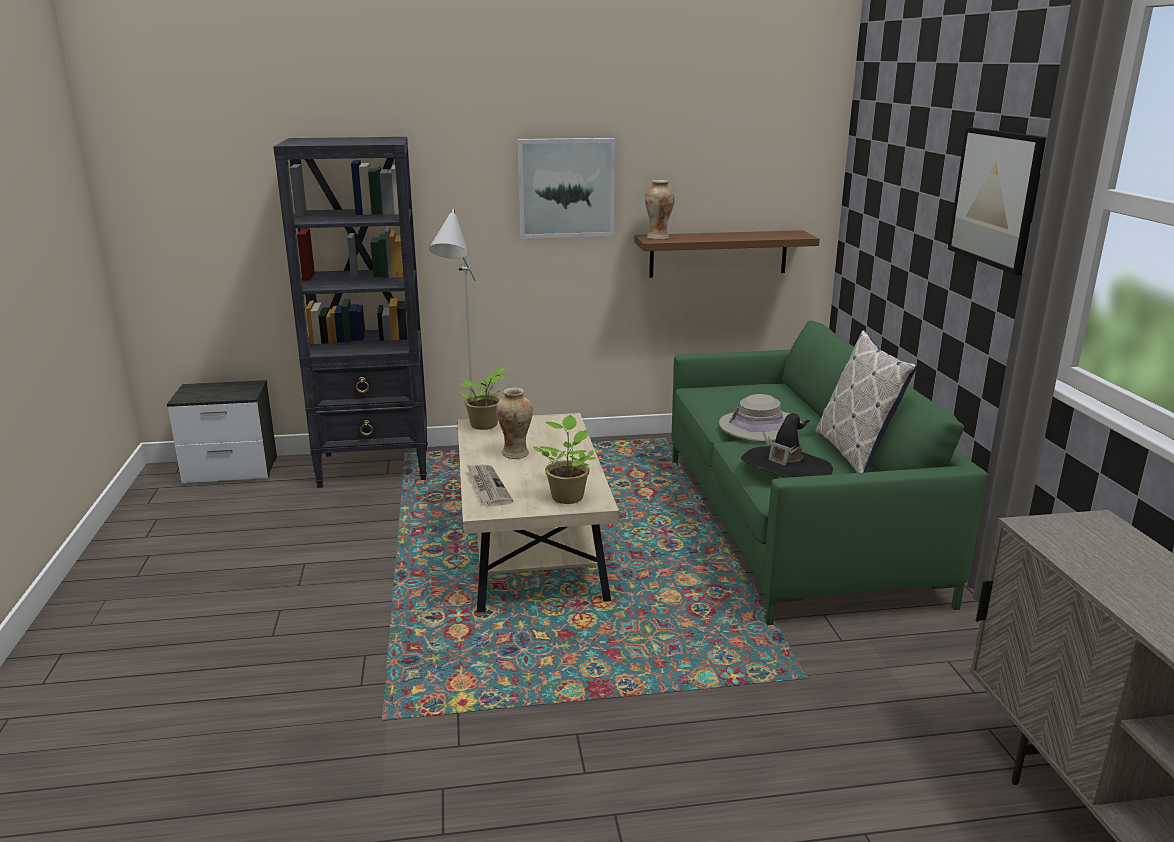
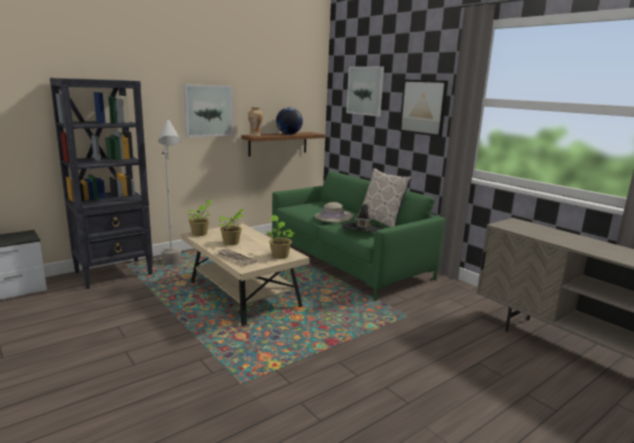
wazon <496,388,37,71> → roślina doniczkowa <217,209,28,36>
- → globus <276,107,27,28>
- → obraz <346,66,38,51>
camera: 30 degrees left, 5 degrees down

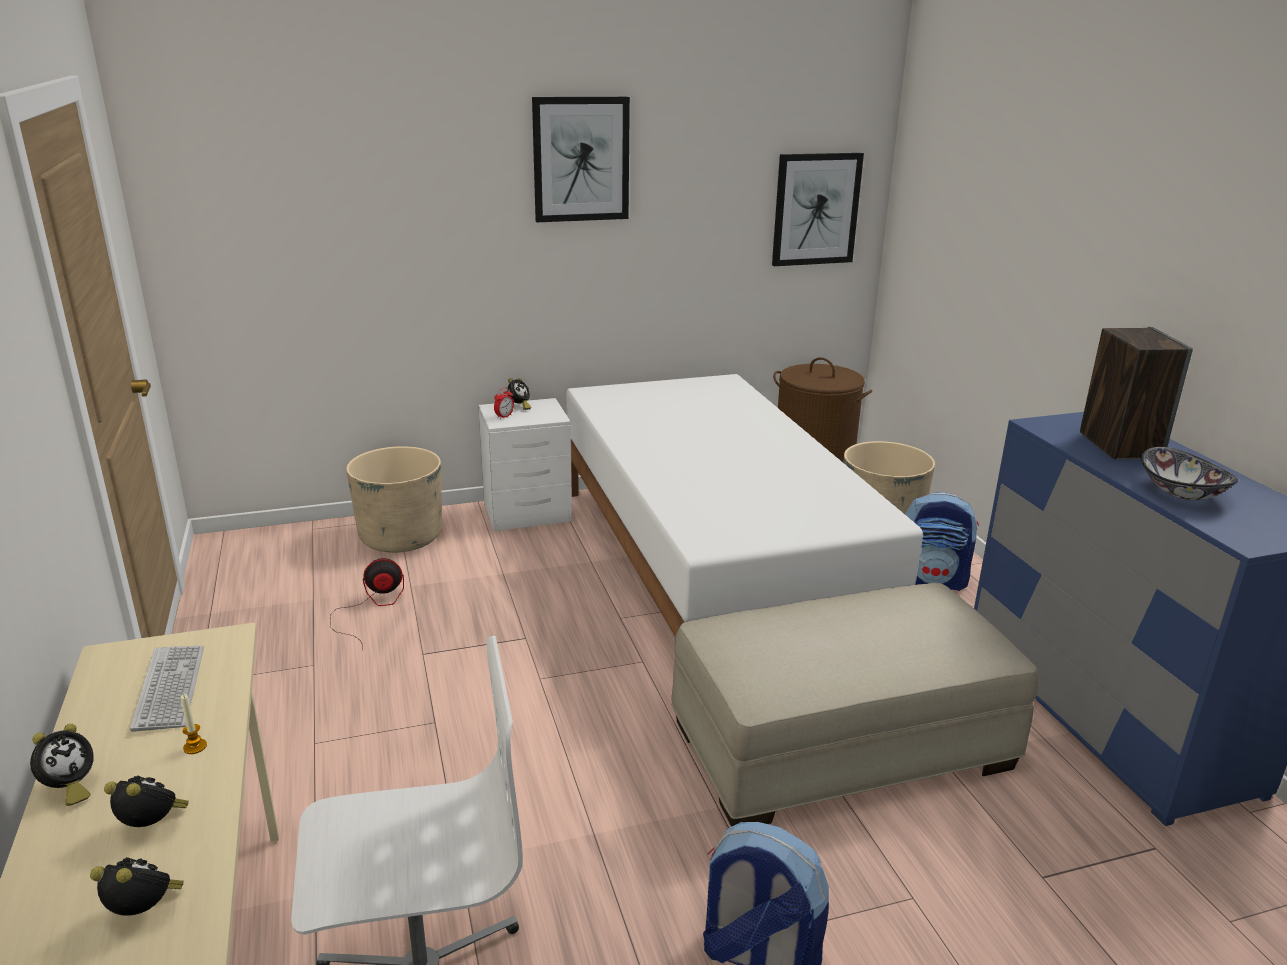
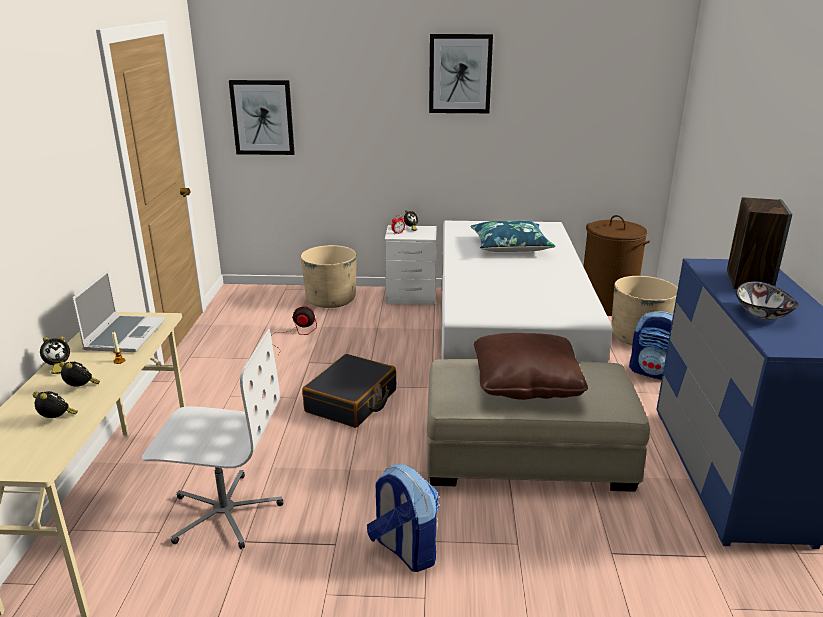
klawiatura <130,646,74,86> → laptop <72,270,93,82>
obraz <772,153,92,113> → obraz <229,80,66,75>, relocated
- → walizka (czarny) <302,354,94,74>
- → poduszka (niebieski) <470,221,85,31>
- → poduszka (brązowy) <474,333,114,67>
camera: 20 degrees right, 0 degrees up

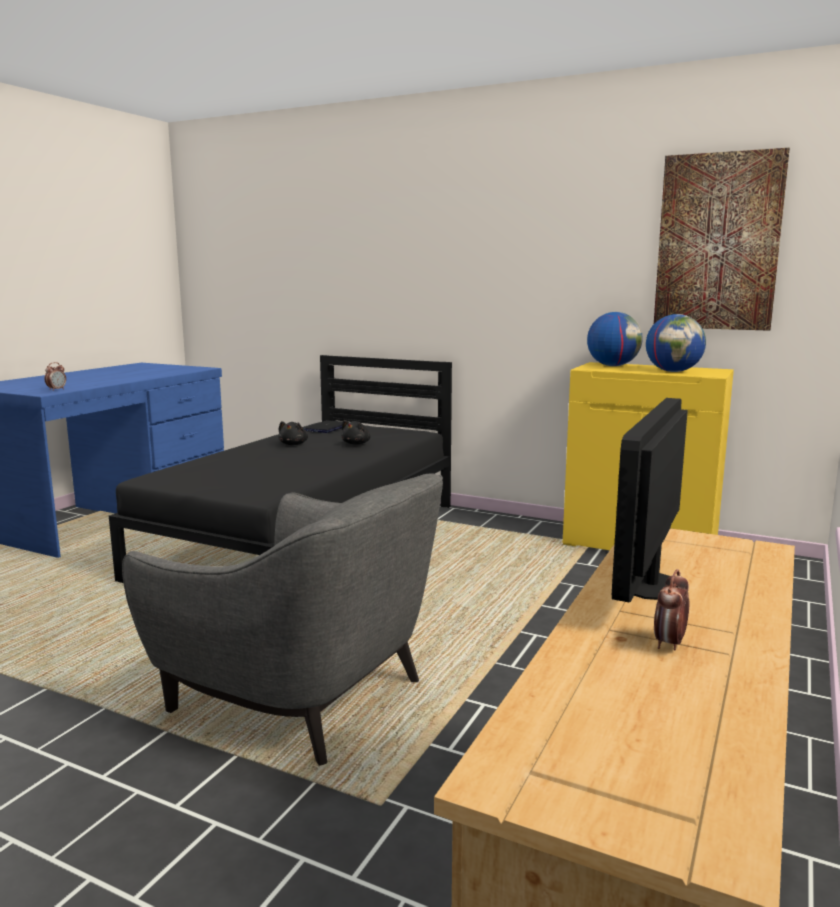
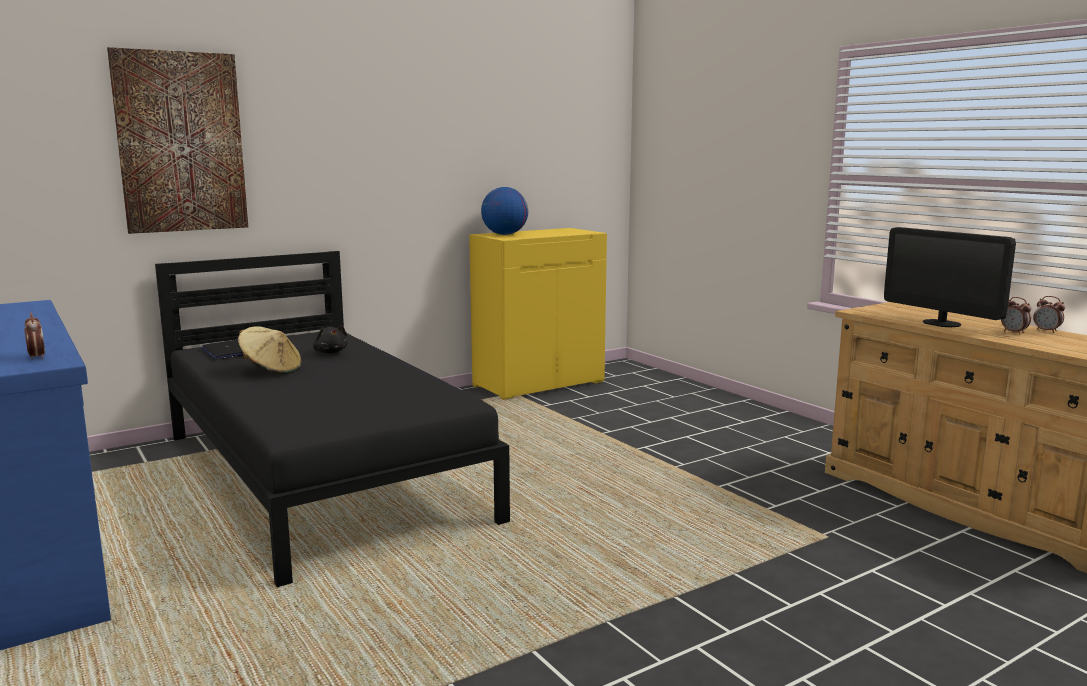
obraz <654,148,136,183> → obraz <107,47,141,187>, relocated
pluszak (czarny) <278,421,30,24> → kapelusz (beżowy) <238,326,63,48>
- → budzik <1033,296,32,37>
fotel (szary) <122,473,321,292> → -
globus <646,314,60,58> → -
camera: 60 degrees left, 0 degrees up

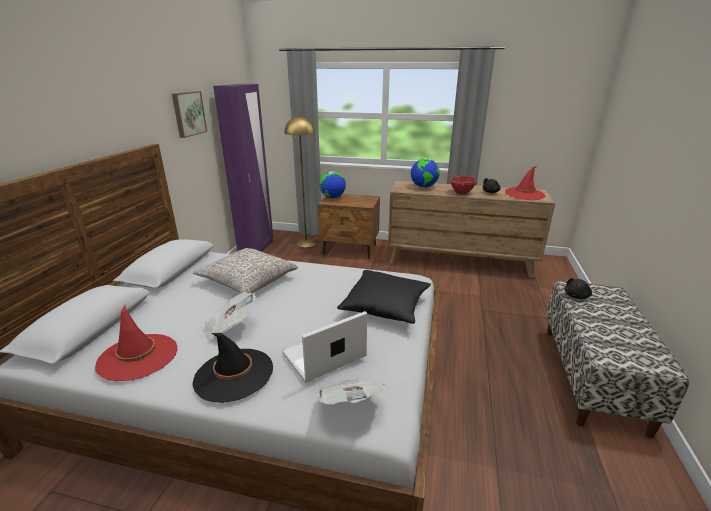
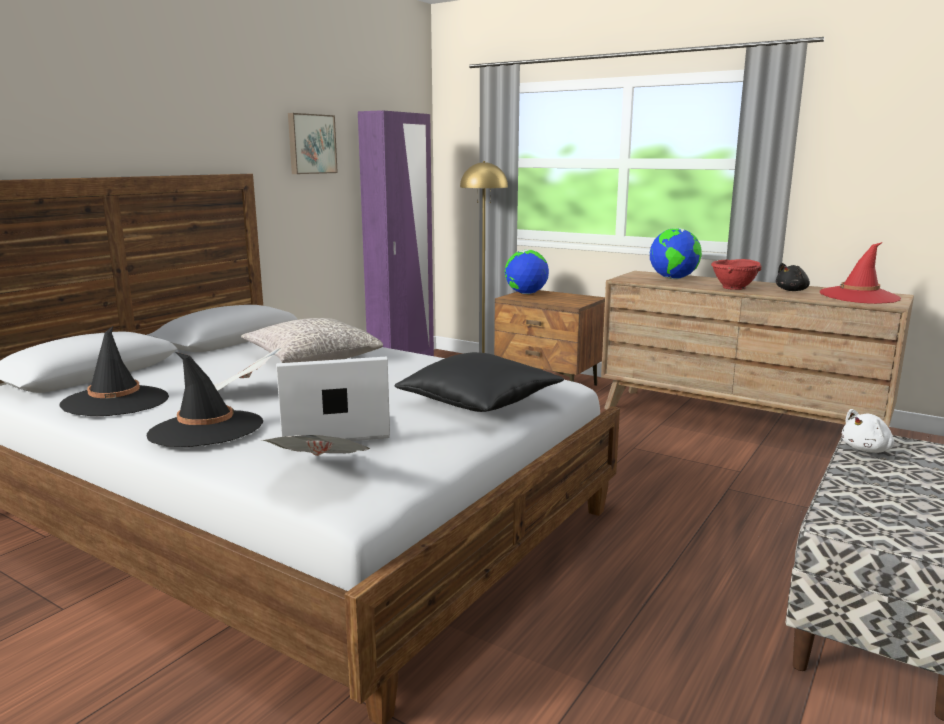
kapelusz (czerwony) <95,305,82,76> → kapelusz (czarny) <59,326,110,90>
pluszak (czarny) <565,278,27,21> → pluszak (biały) <841,409,53,44>
camera: 20 degrees right, 10 degrees down

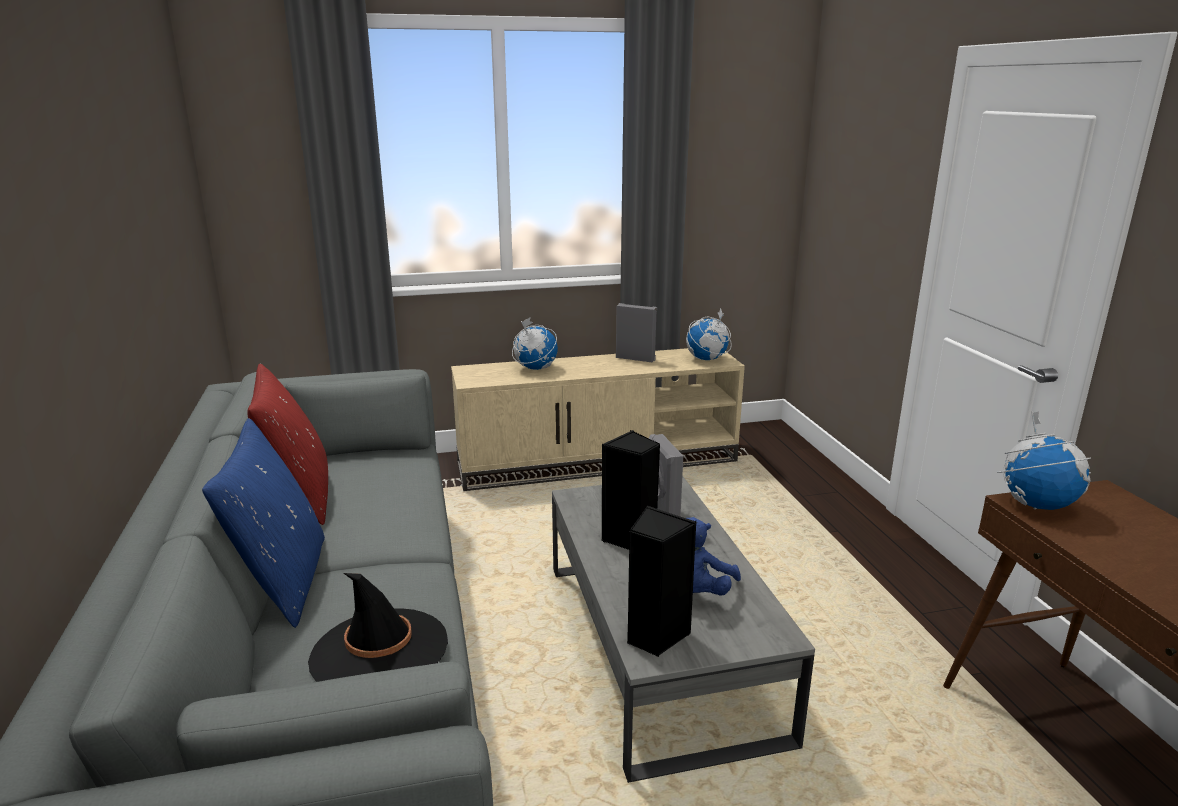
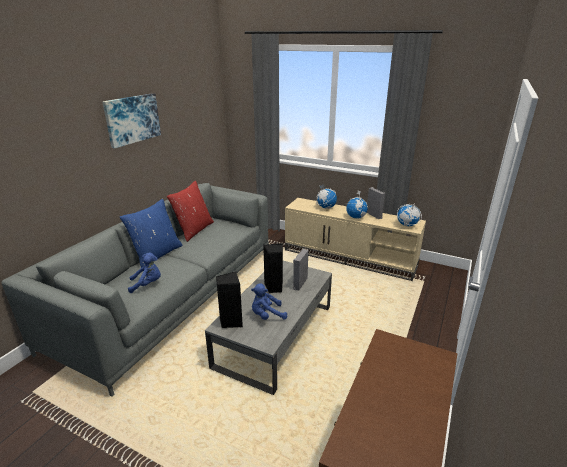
- → obraz <102,93,59,55>
kapelusz (czarny) <308,573,140,109> → pluszak (niebieski) <128,253,33,40>
globus <997,411,94,99> → globus <346,190,23,29>, relocated
camera: 40 degrees right, 5 degrees up

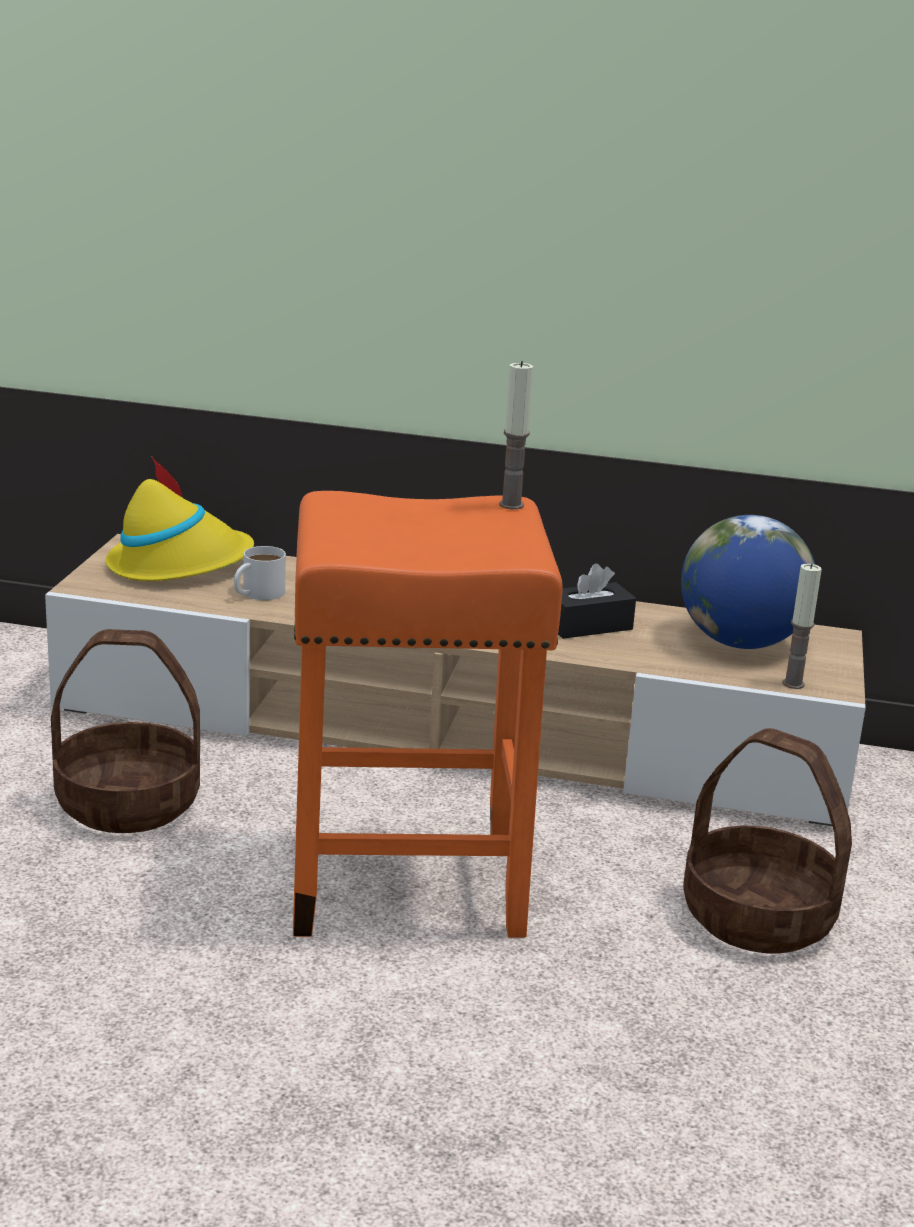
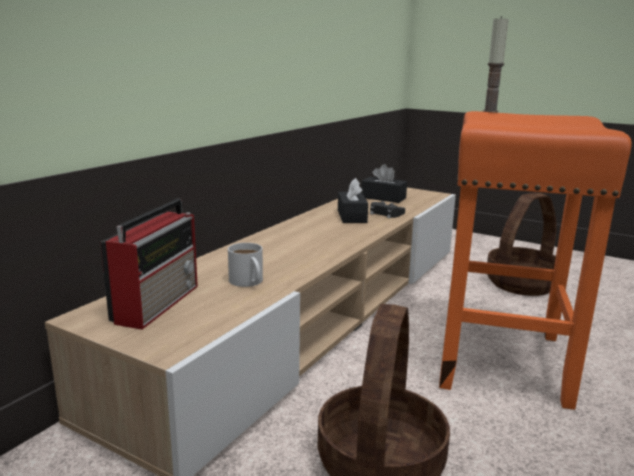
kapelusz (żółty) <106,456,148,125> → radio <100,199,98,131>
globus <681,515,134,134> → pudełko chusteczek (czarny) <361,164,46,39>
- → pad do gier (czarny) <370,201,35,17>
świeca <782,564,40,125> → -
camera: 70 degrees left, 5 degrees down

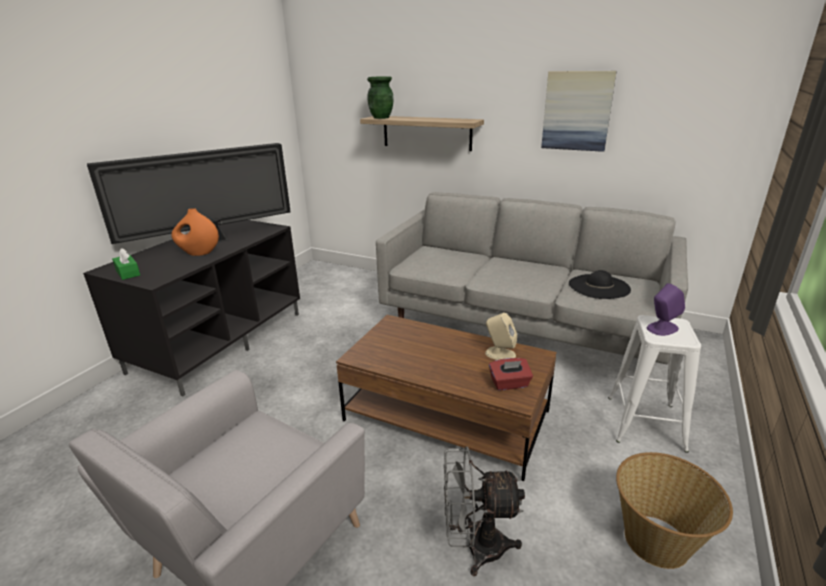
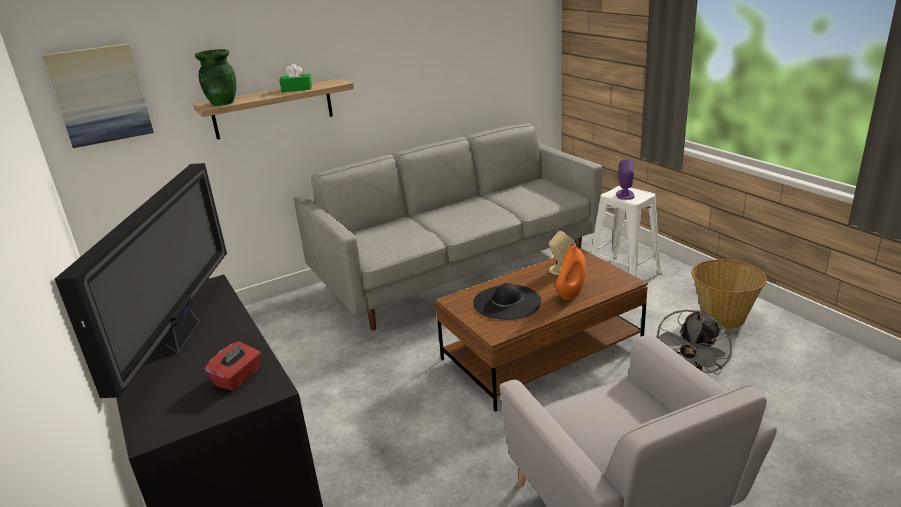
obraz <541,71,75,81> → obraz <42,43,112,105>, relocated
pudełko chusteczek (czerwony) <489,358,44,32> → pudełko chusteczek (czerwony) <205,341,56,50>, relocated
pudełko chusteczek (zielony) <112,248,28,32> → pudełko chusteczek (zielony) <279,64,33,28>, relocated
kapelusz (czarny) <569,270,62,29> → kapelusz (czarny) <473,283,69,37>, relocated
wazon (pomarańczowy) <171,208,48,48> → wazon (pomarańczowy) <555,243,31,57>, relocated
camera: 55 degrees left, 0 degrees up

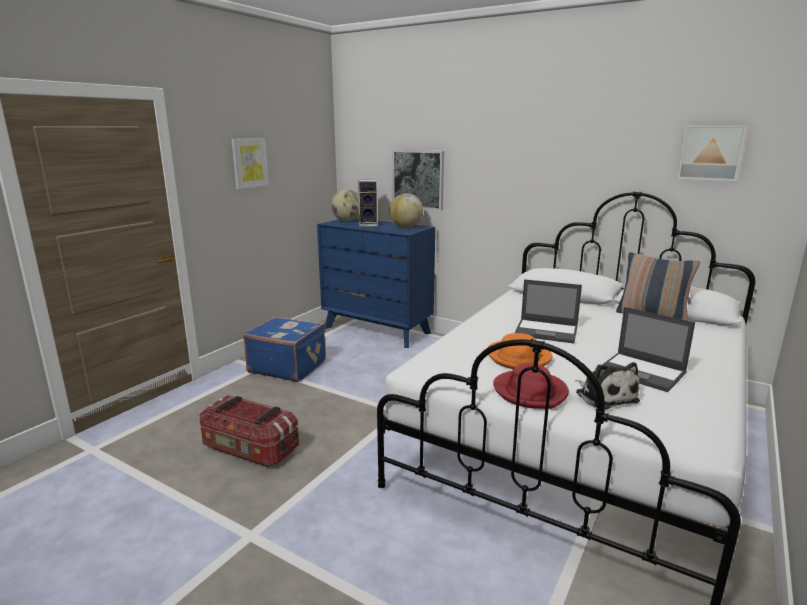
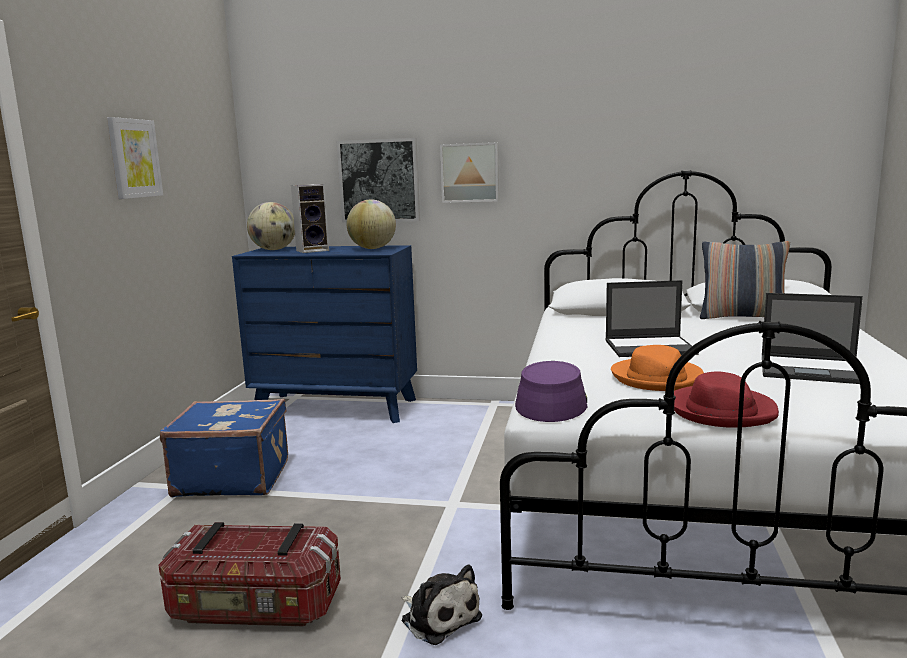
pluszak <575,362,65,48> → pluszak <402,565,80,80>, relocated
obraz <677,125,70,56> → obraz <440,142,59,61>, relocated
- → kapelusz (fioletowy) <515,361,73,61>
camera: 20 degrees left, 5 degrees down

